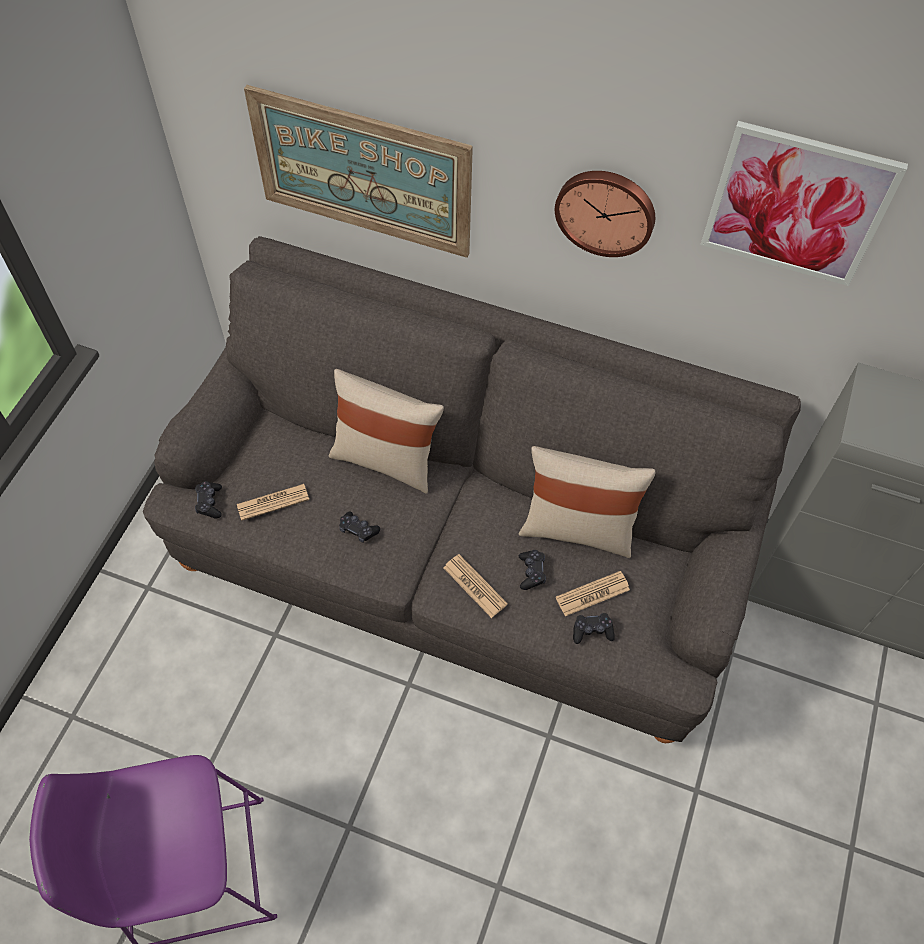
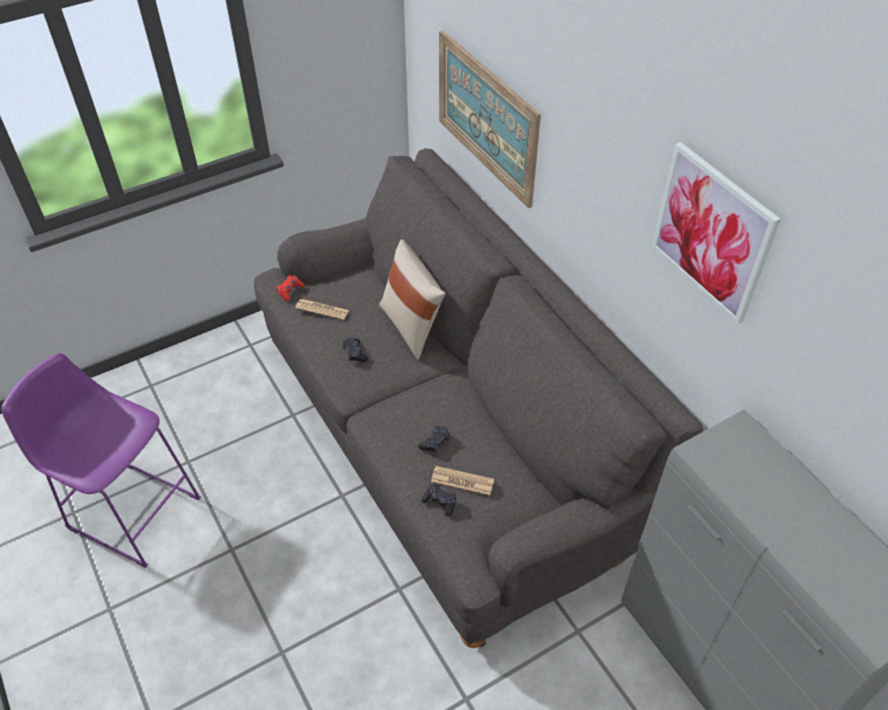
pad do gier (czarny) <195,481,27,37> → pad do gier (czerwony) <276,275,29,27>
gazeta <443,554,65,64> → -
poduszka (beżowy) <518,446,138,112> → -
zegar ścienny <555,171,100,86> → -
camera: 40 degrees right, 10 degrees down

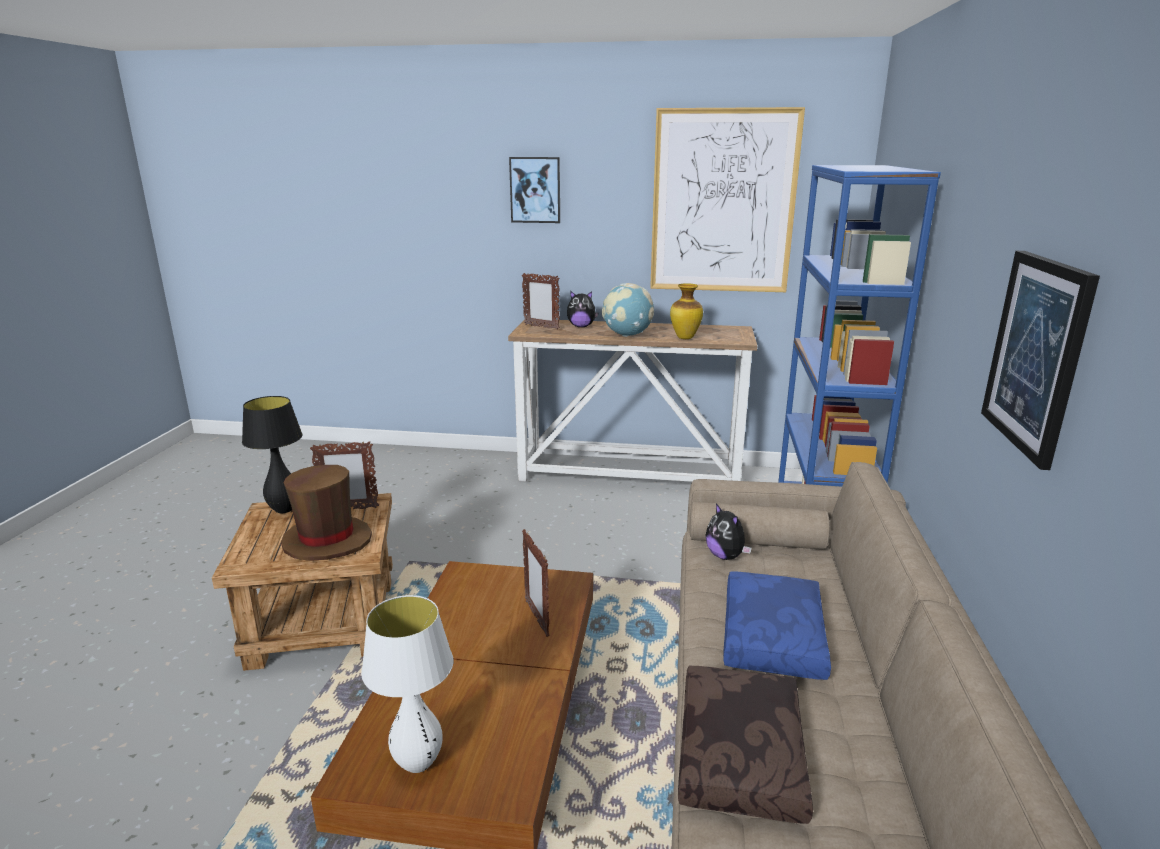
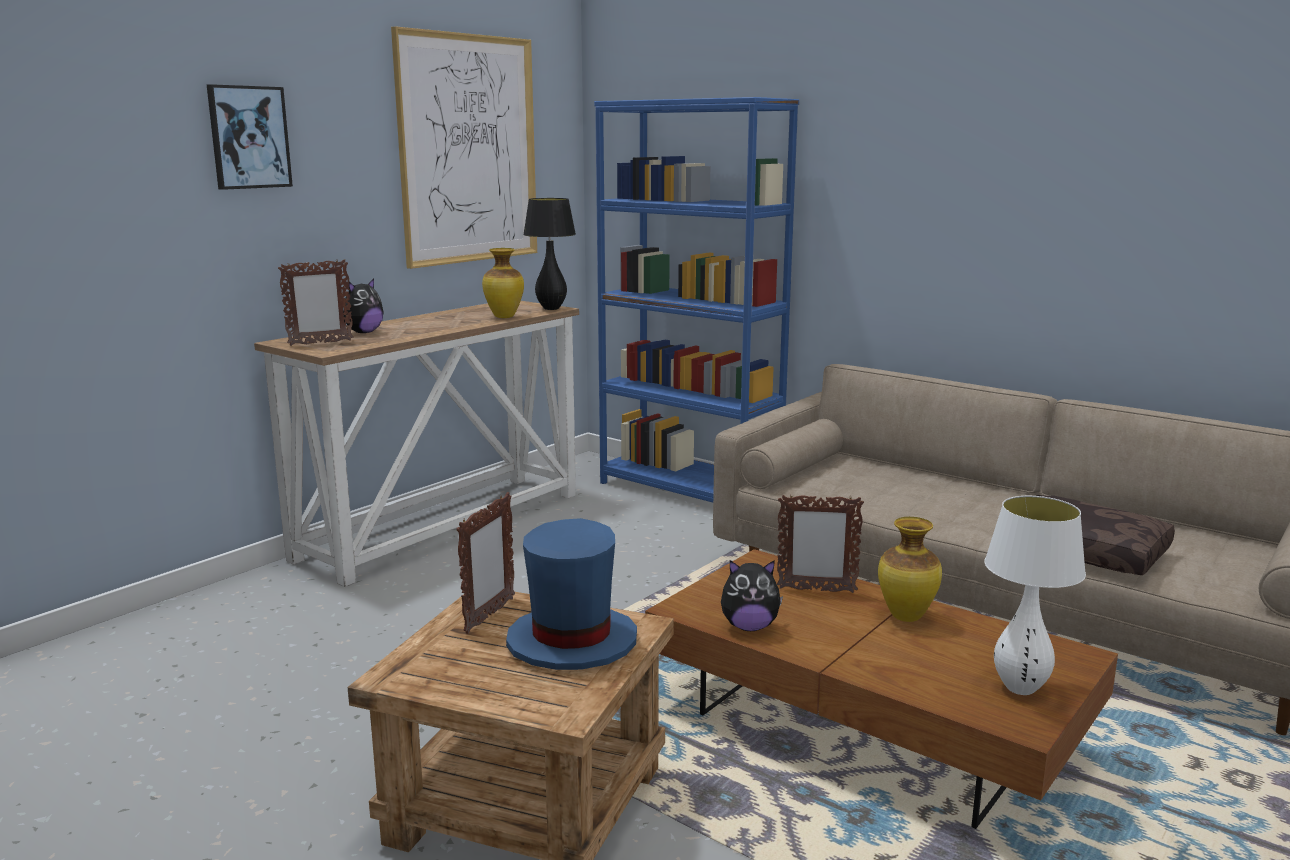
kapelusz (brązowy) <281,465,91,96> → kapelusz (niebieski) <506,518,131,152>
lampa stołowa (czarny) <242,396,61,117> → lampa stołowa (czarny) <523,198,53,112>, relocated
pluszak <706,503,46,57> → pluszak <721,560,62,71>, relocated
- → wazon <878,517,64,105>
globus <602,283,52,54> → -
poduszka (niebieski) <723,572,108,108> → -
obraz <981,251,119,219> → -
camera: 60 degrees left, 5 degrees down

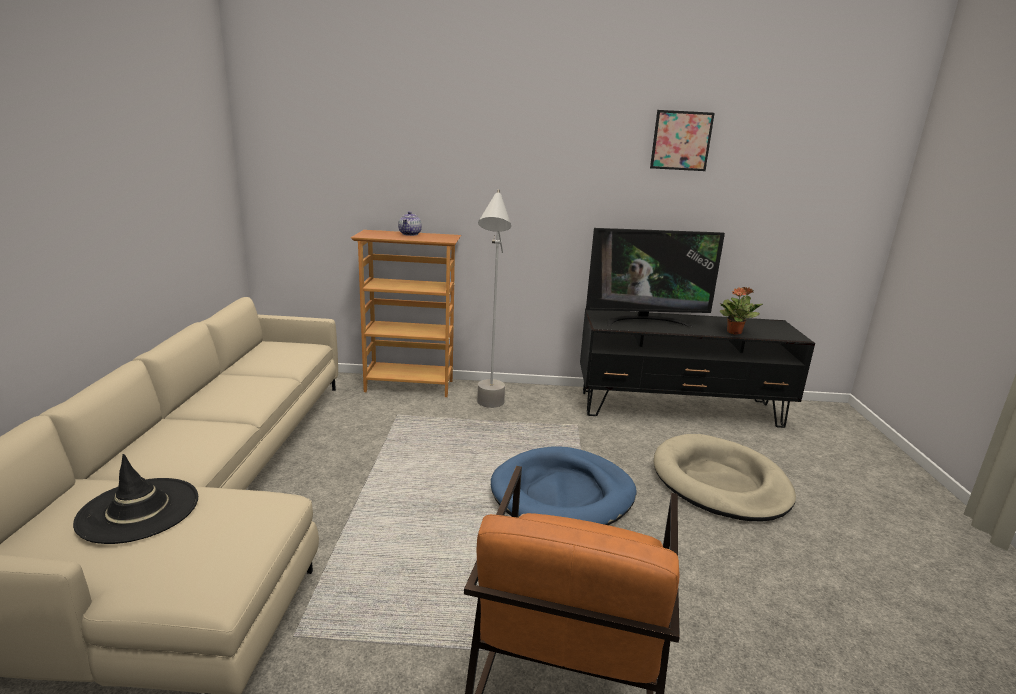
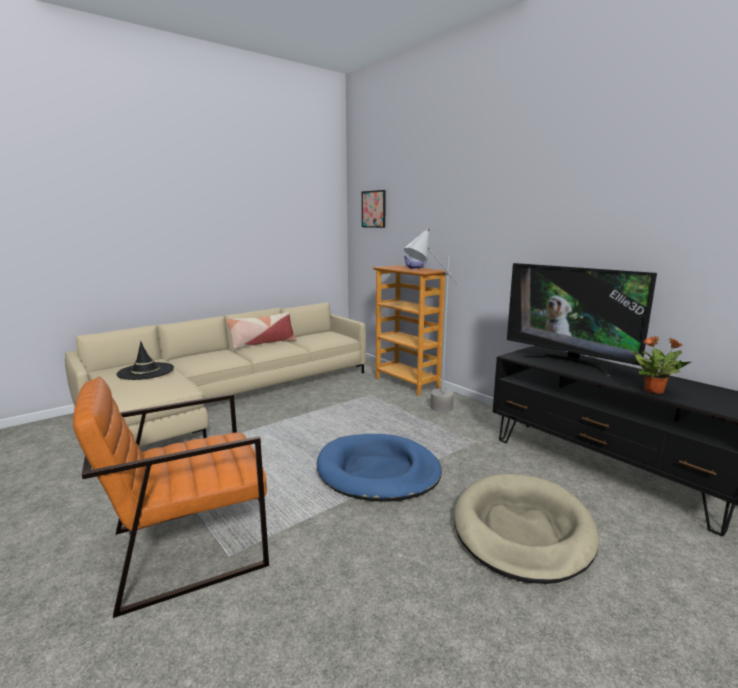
- → poduszka <226,311,70,38>
obraz <650,110,65,61> → obraz <362,190,24,38>, relocated
camera: 50 degrees right, 5 degrees down

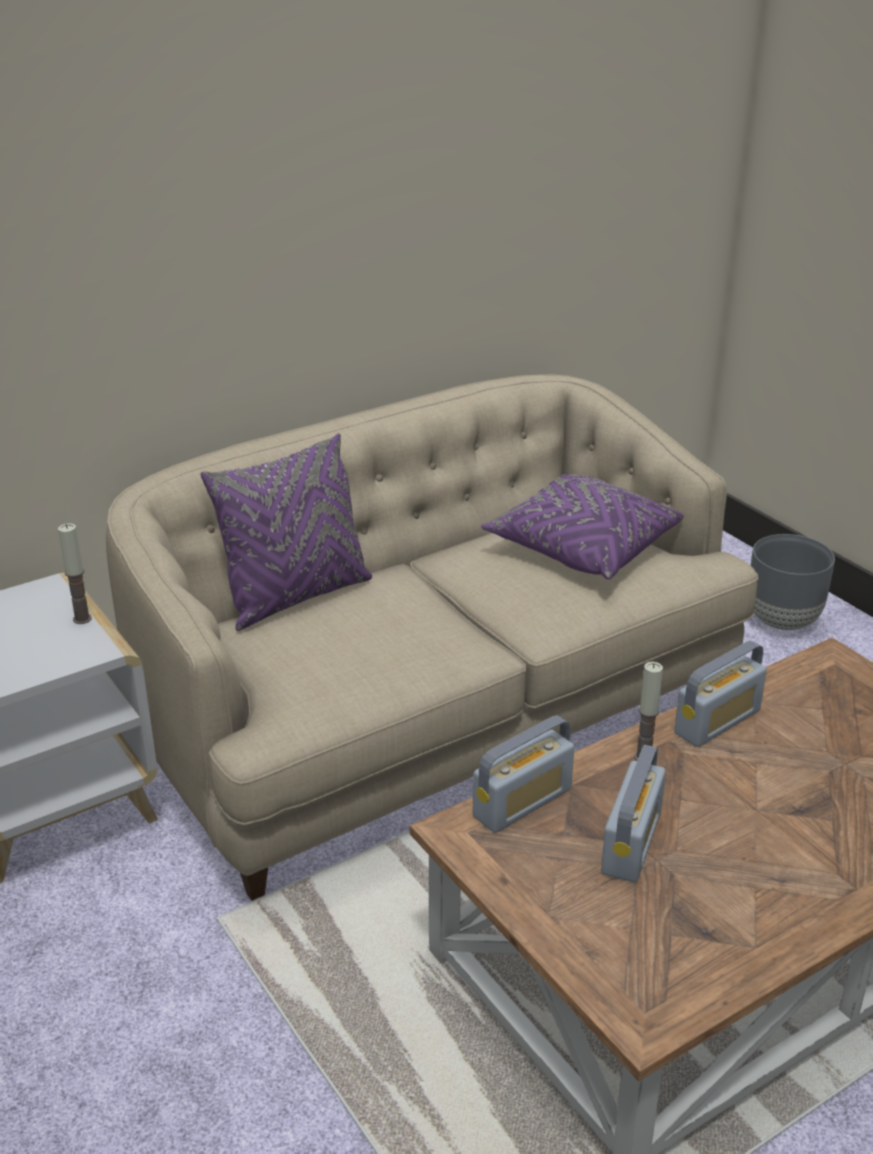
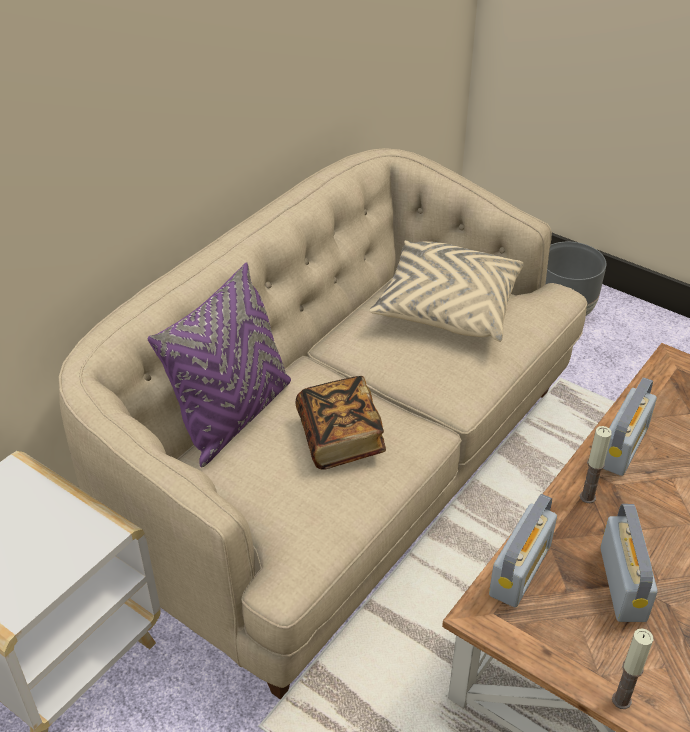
- → książka <296,376,90,94>
poduszka (fioletowy) <481,474,203,105> → poduszka (beżowy) <369,240,154,102>
świeca <58,523,34,101> → świeca <612,628,41,81>, relocated
camera: 20 degrees left, 10 degrees up

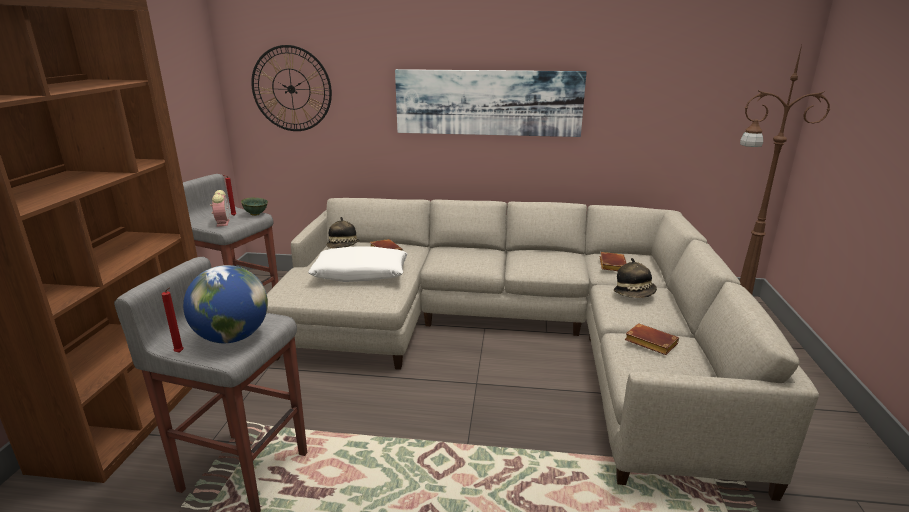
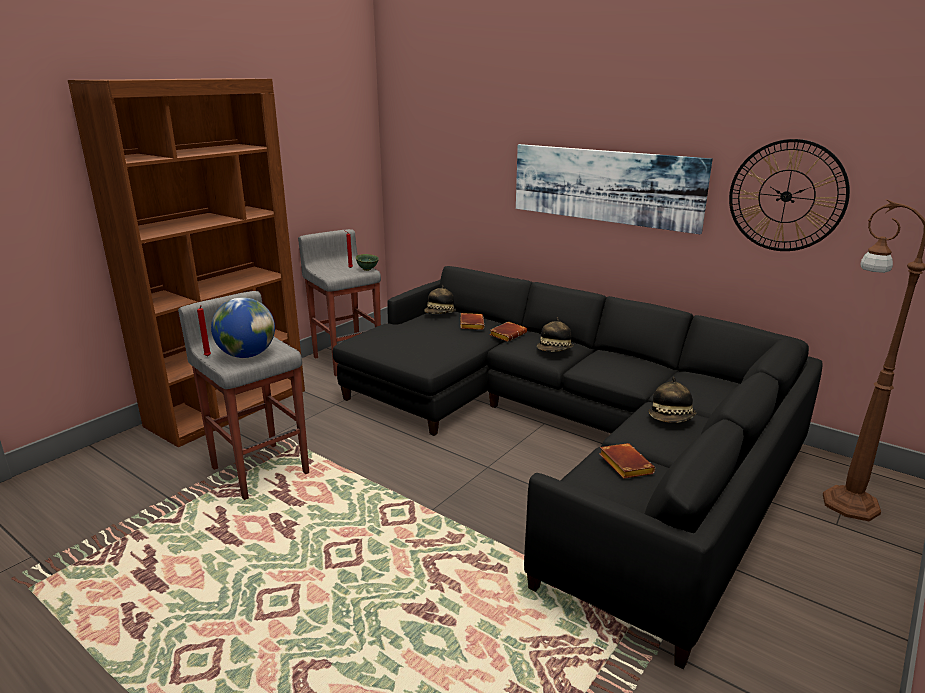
kanapa (beżowy) <267,198,552,303> → kanapa (czarny) <333,266,490,404>
książka (brązowy) <600,252,27,19> → książka (brązowy) <490,322,37,20>, relocated
- → kapelusz <537,317,37,35>
zegar ścienny <251,45,81,86> → zegar ścienny <729,139,121,112>, relocated
budzik <210,190,20,37> → -
poduszka (biały) <308,246,99,36> → -
camera: 30 degrees right, 0 degrees up

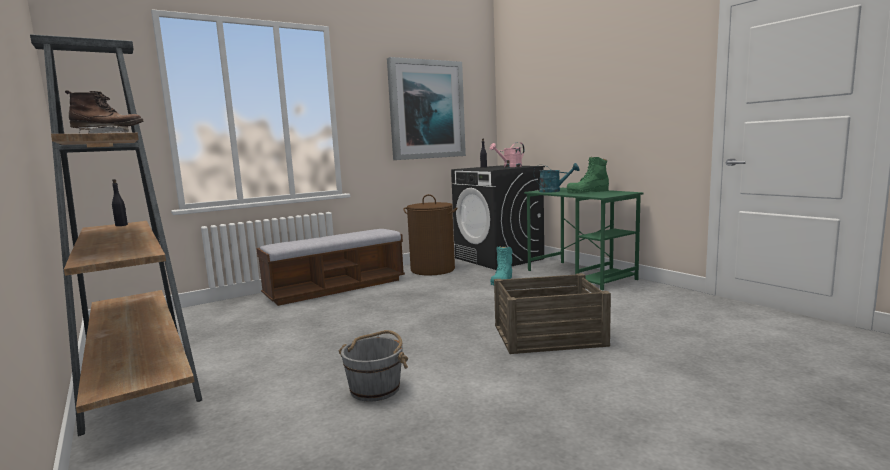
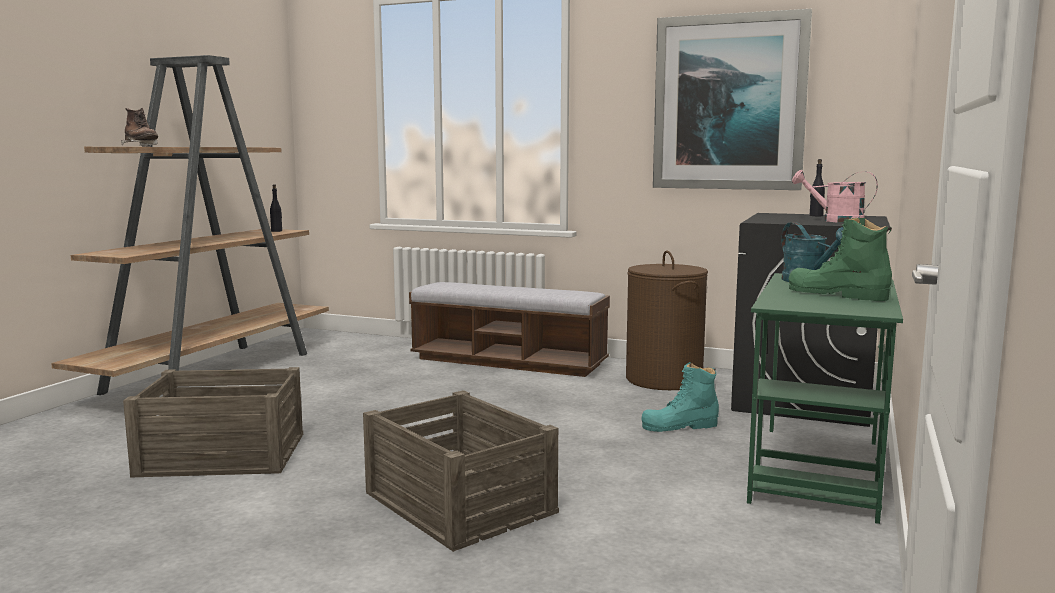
wiadro (szary) <339,330,69,72> → skrzynka <123,367,180,111>
camera: 55 degrees right, 0 degrees up

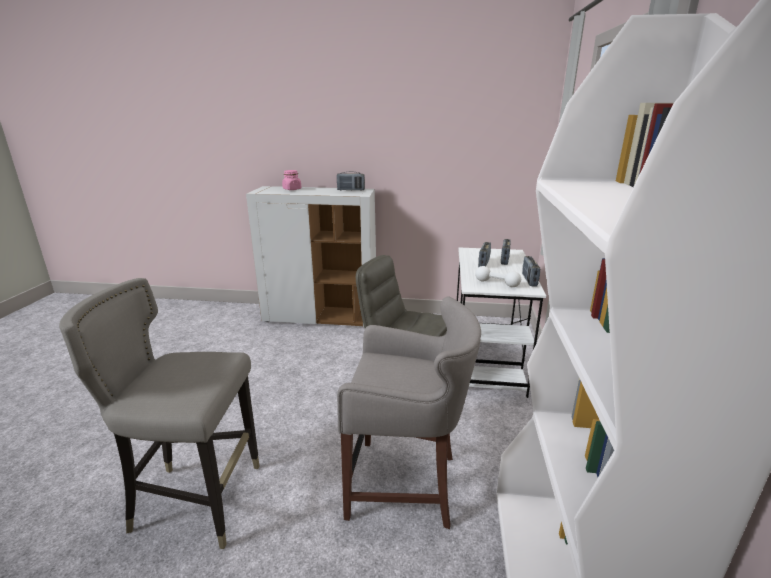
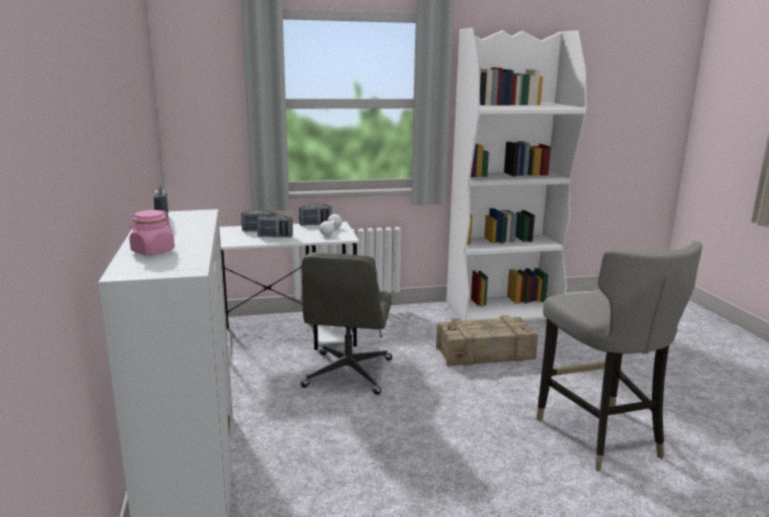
stołek (szary) <337,297,144,232> → skrzynka <436,315,102,52>
camera: 110 degrees left, 5 degrees down

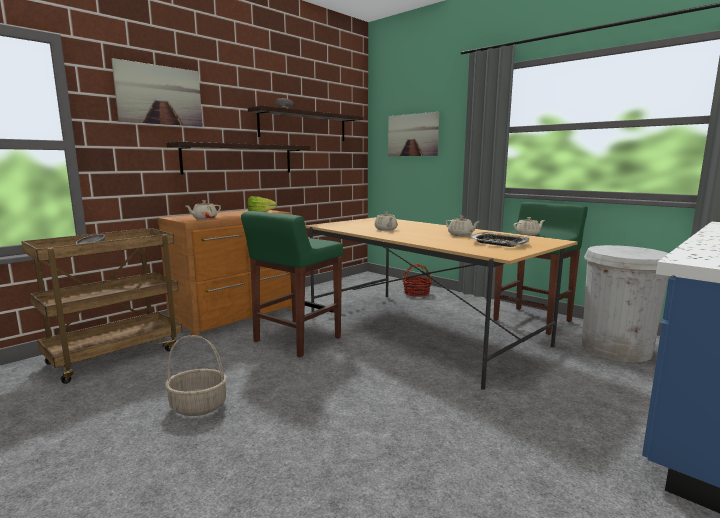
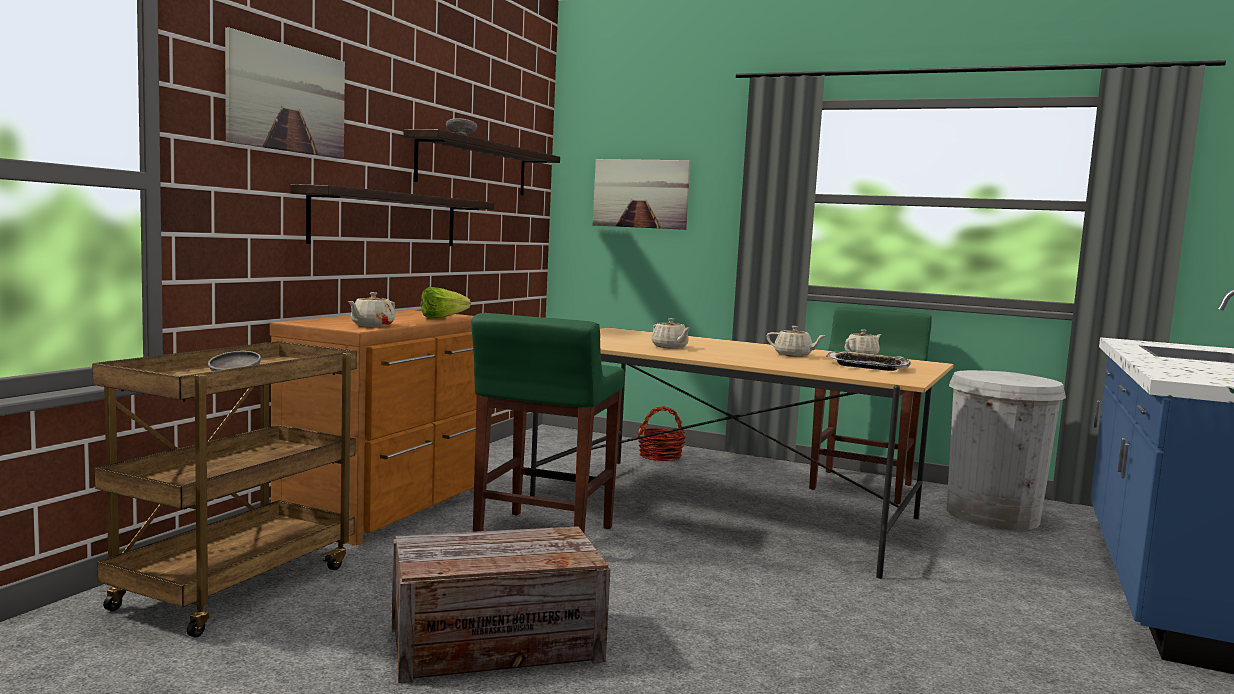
koszyk <165,335,62,81> → skrzynka <392,526,218,157>
camera: 20 degrees left, 5 degrees down

